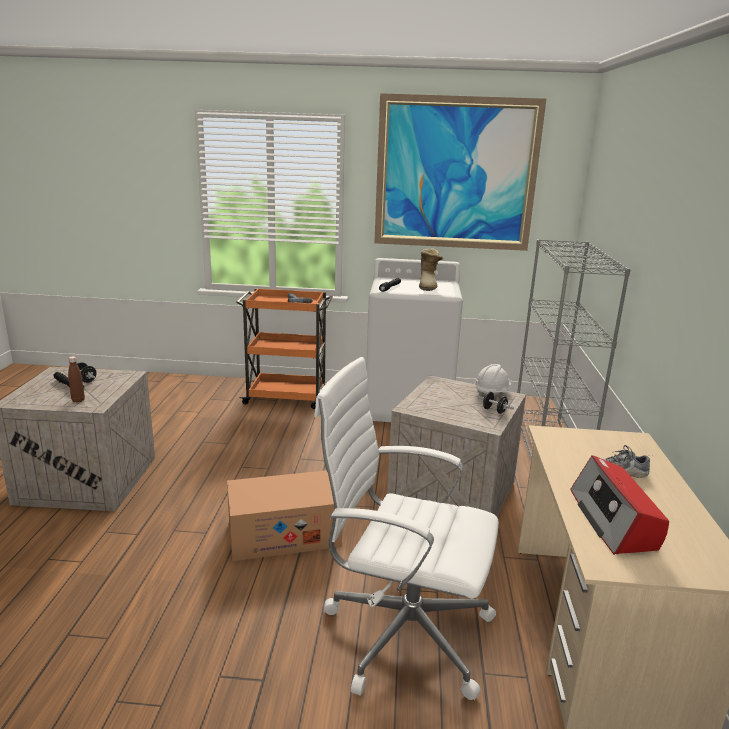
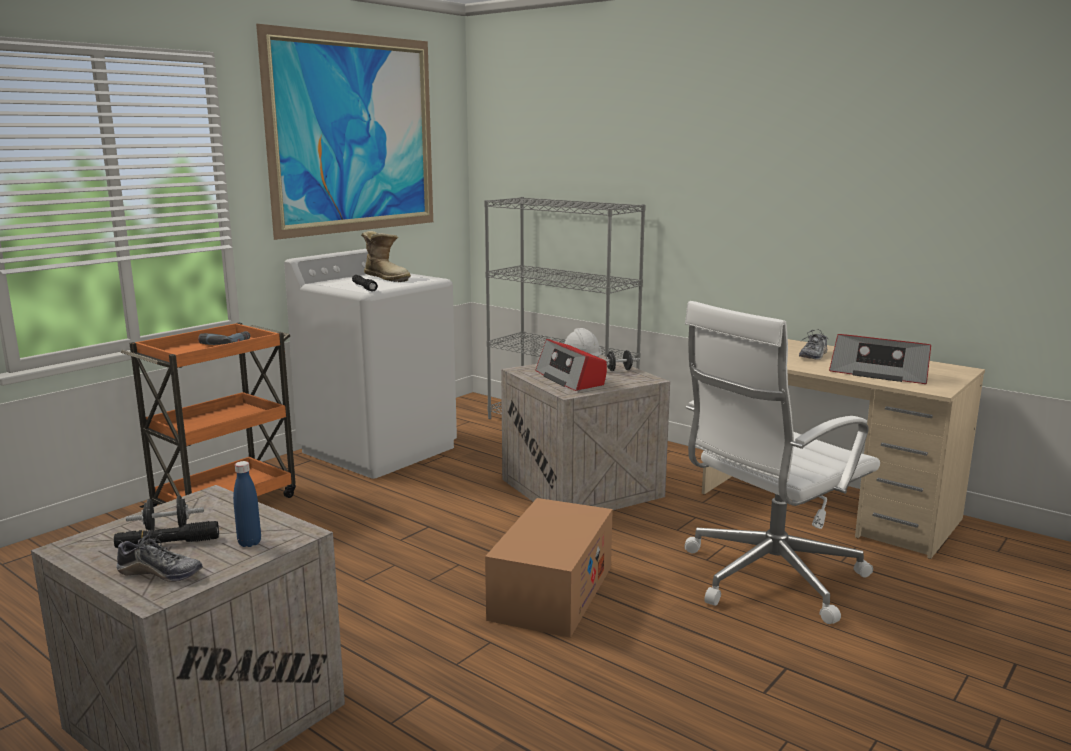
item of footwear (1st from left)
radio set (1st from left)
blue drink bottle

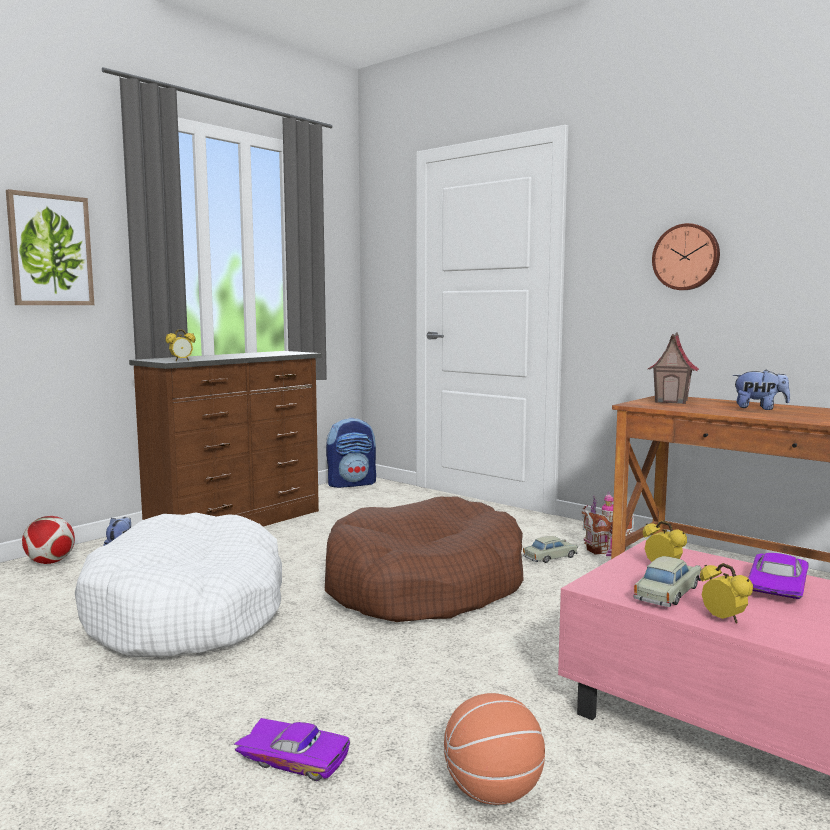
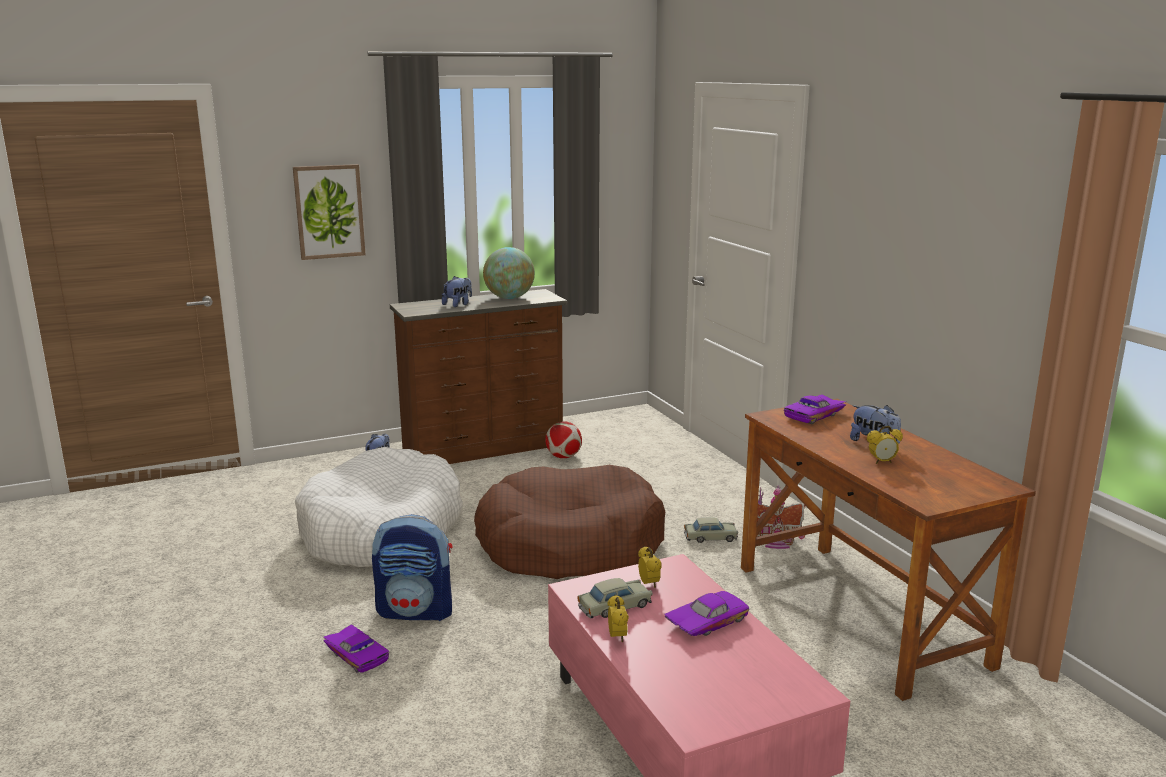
basketball ball
wall clock
cuddly toy (2nd from left)
globe
football
bedside clock (3rd from left)
backpack
purplish miniature car (3rd from left)

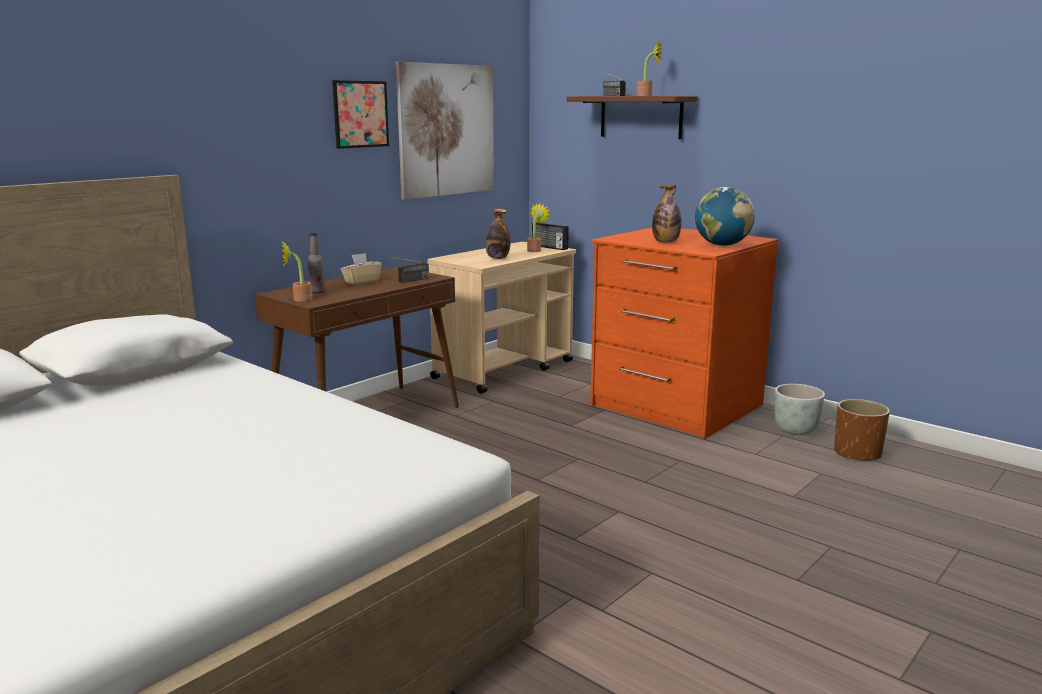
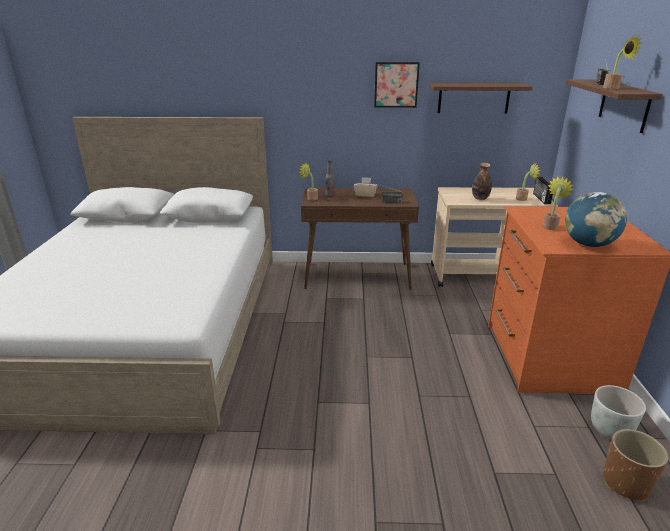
brown-coloured shelf (1st from left)
plant in a pot (3rd from left)

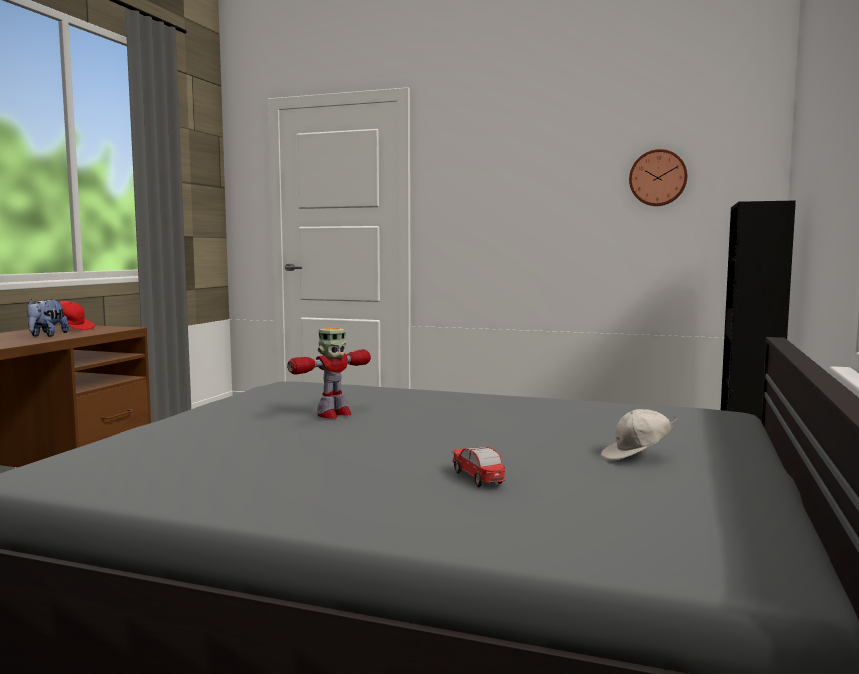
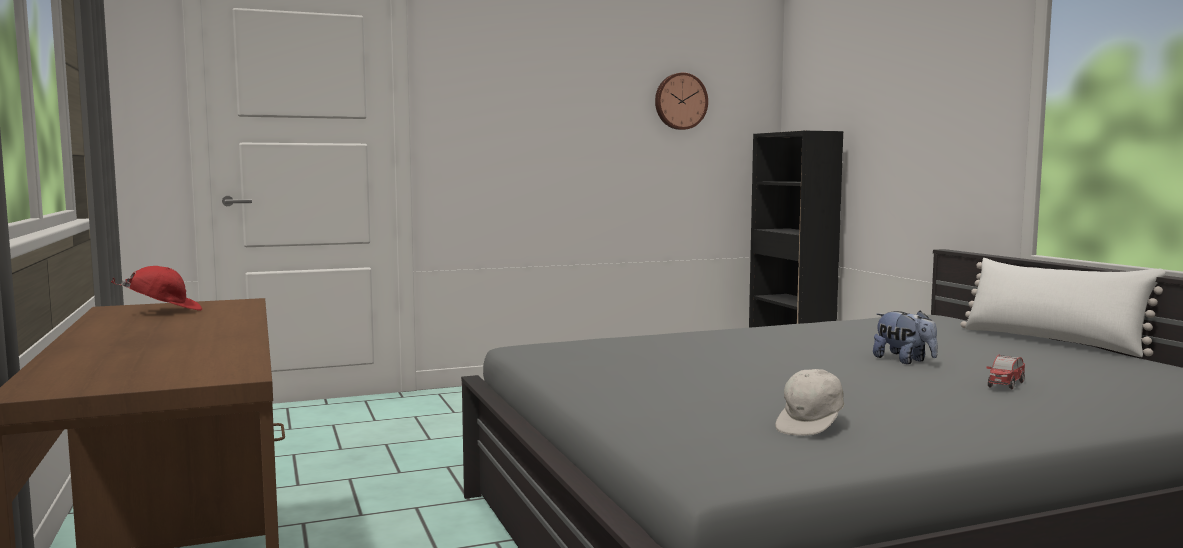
robot figure
whitish pillow
cuddly toy
whitish baseball cap
miniature car

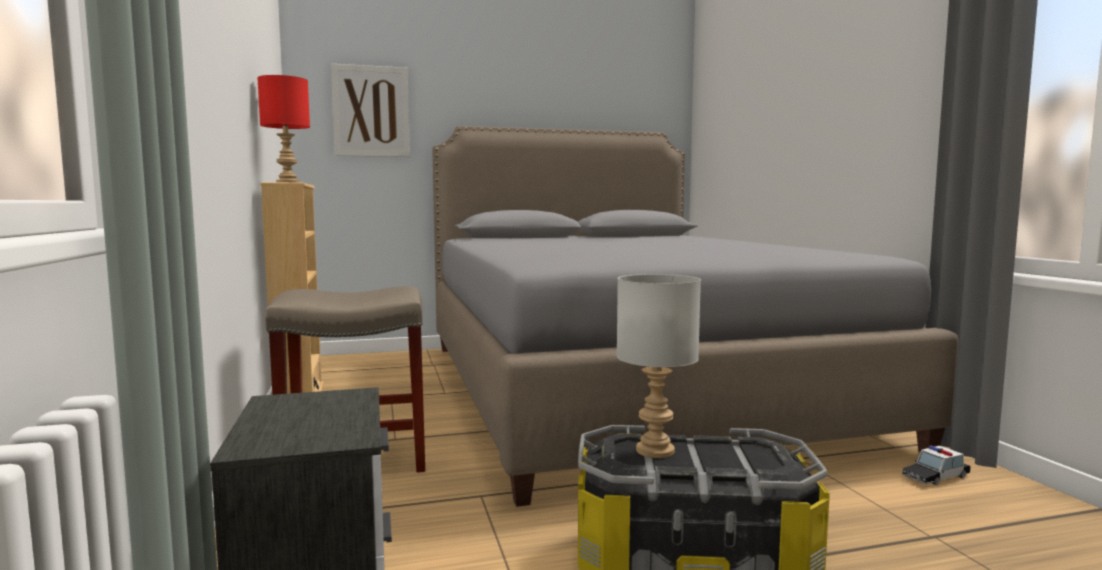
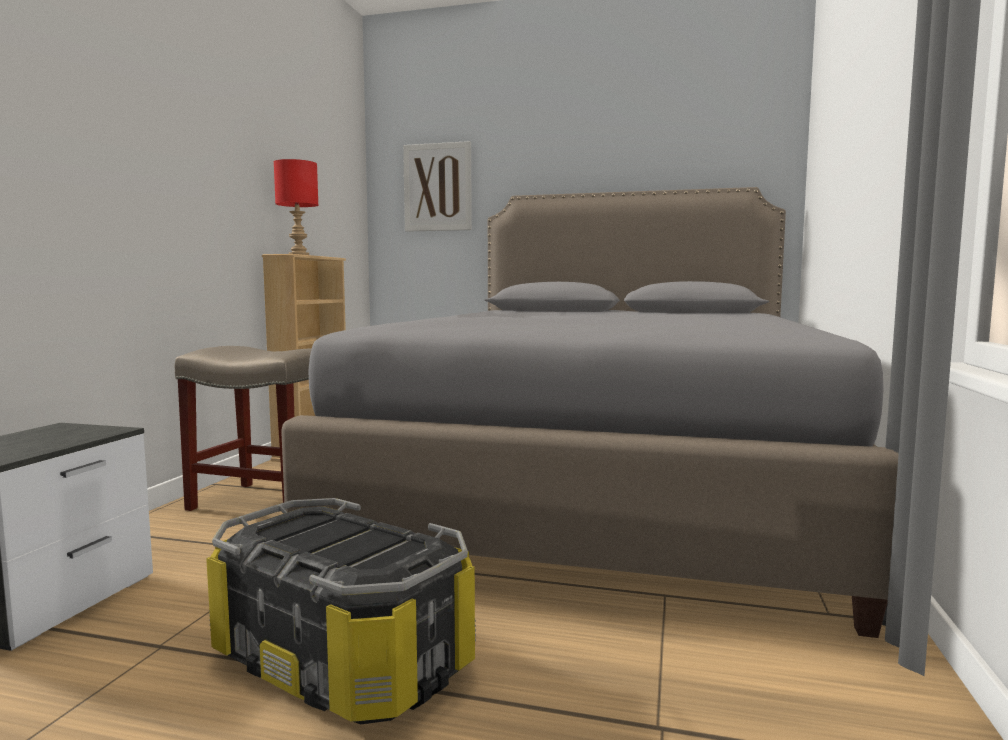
gray tabletop lamp
miniature car

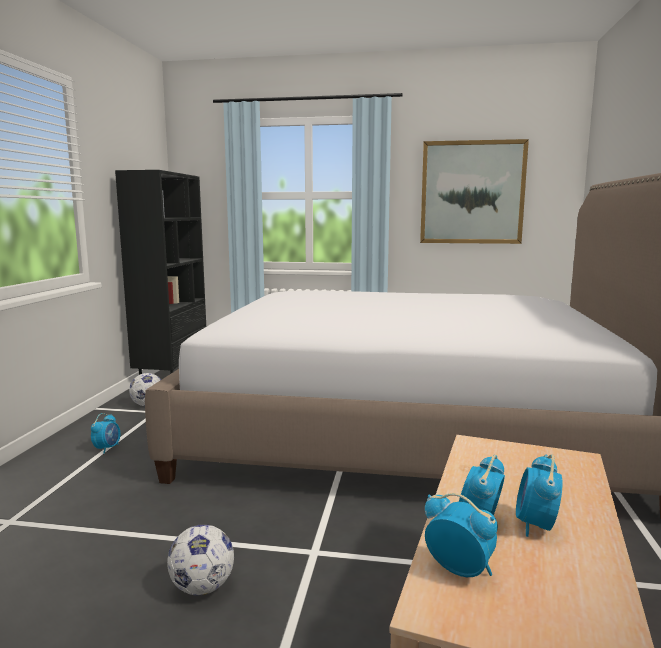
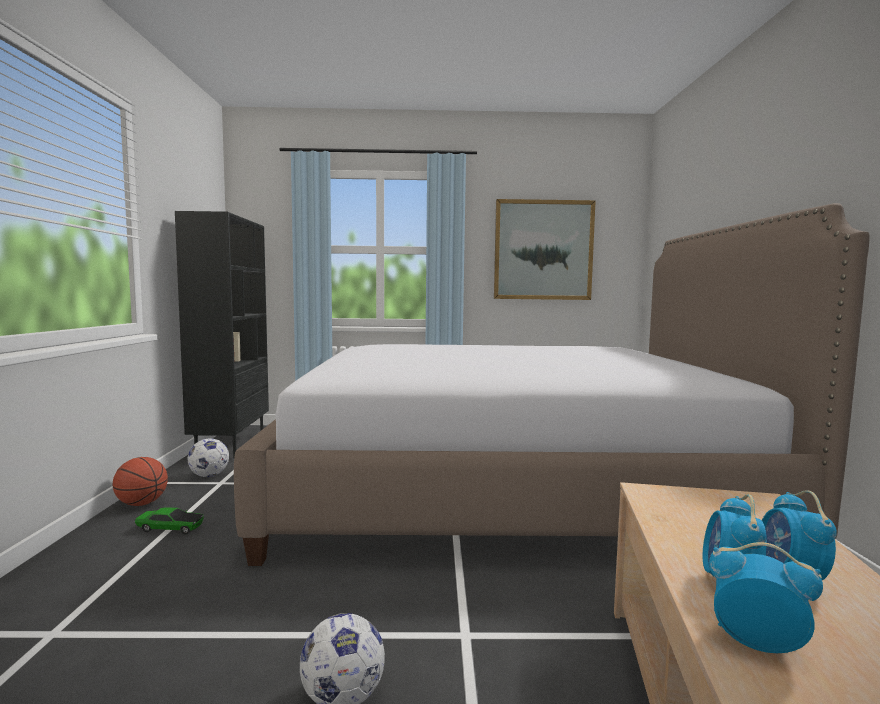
basketball ball
miniature car

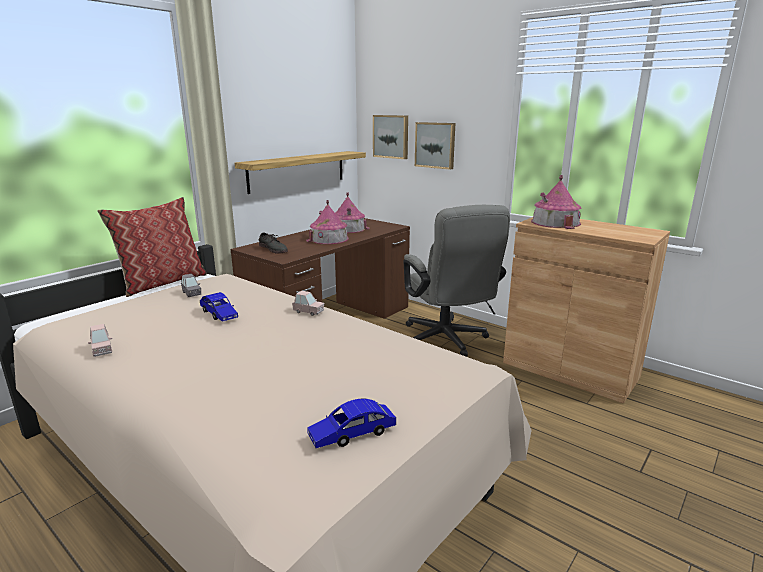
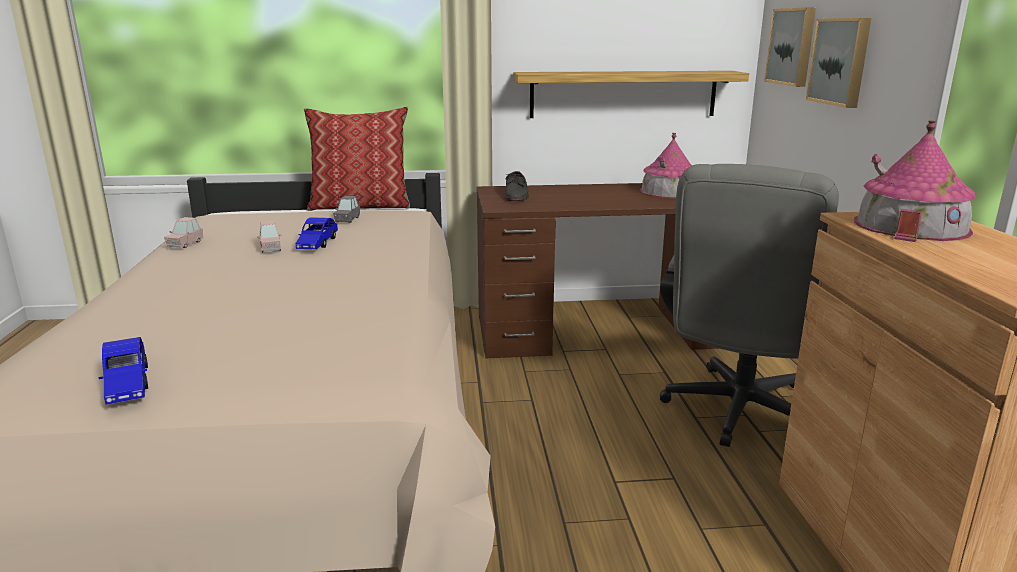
toy house (1st from left in the first image)
pinkish miniature car (2nd from left)
blue miniature car (1st from left)

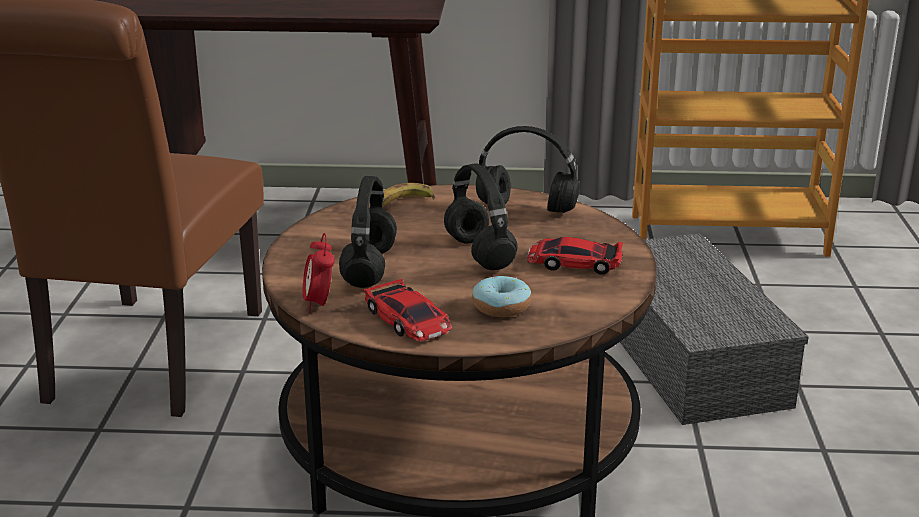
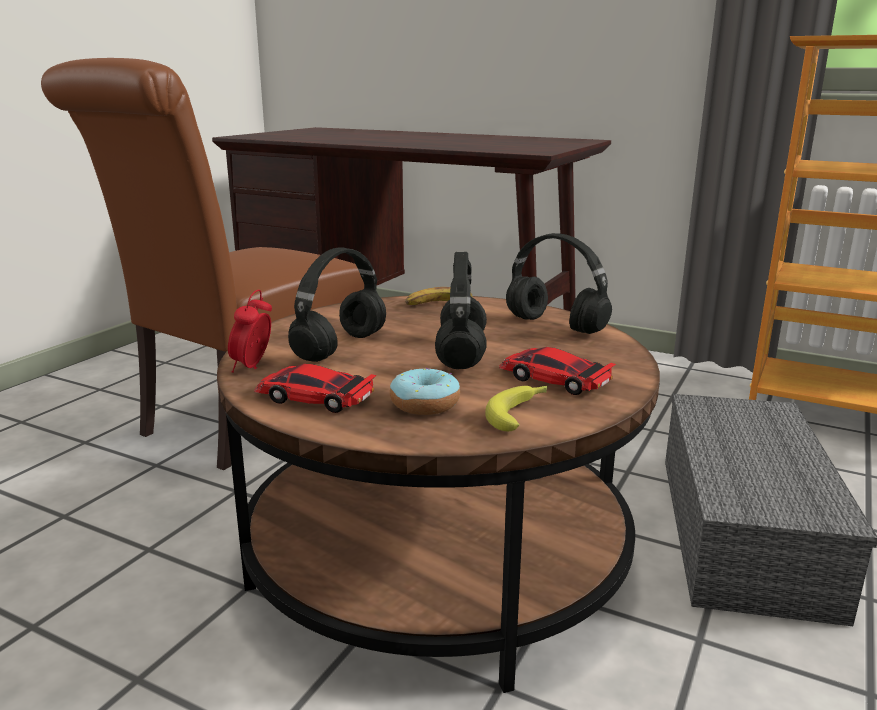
banana fruit (2nd from left)
miniature car (1st from left)

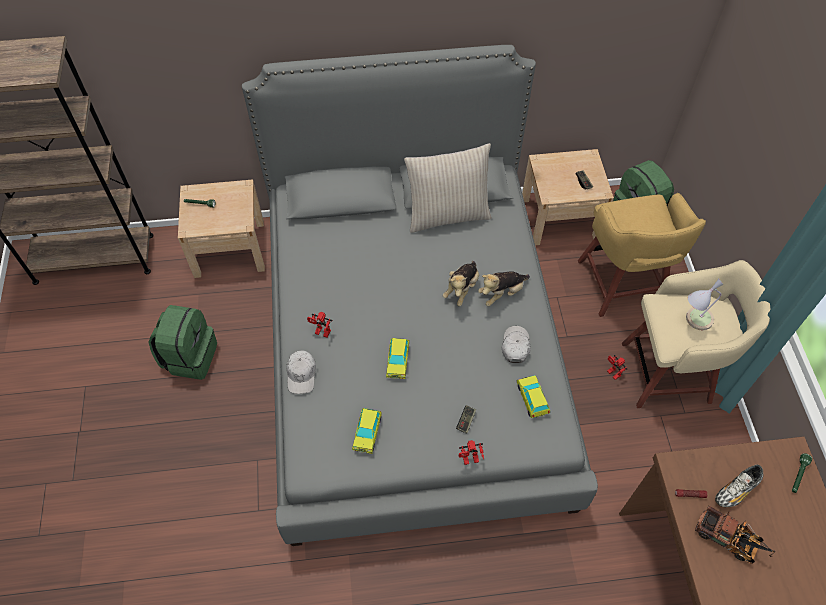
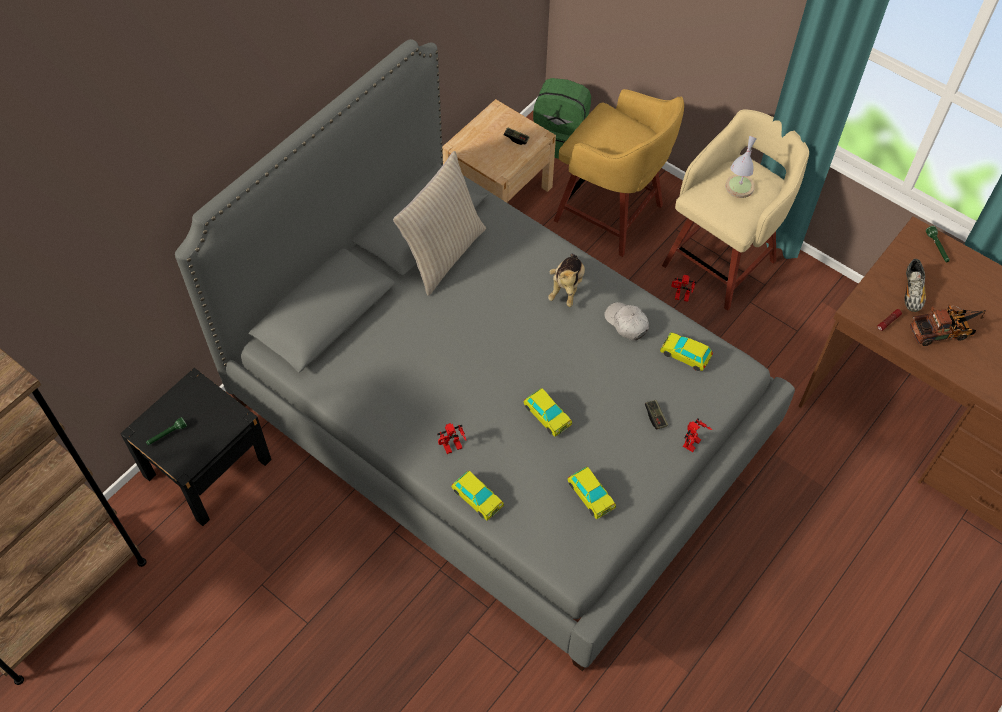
green-coloured backpack (1st from left in the first image)
cuddly toy (1st from left in the first image)
miniature car (1st from left)
black-coloured bedside table

